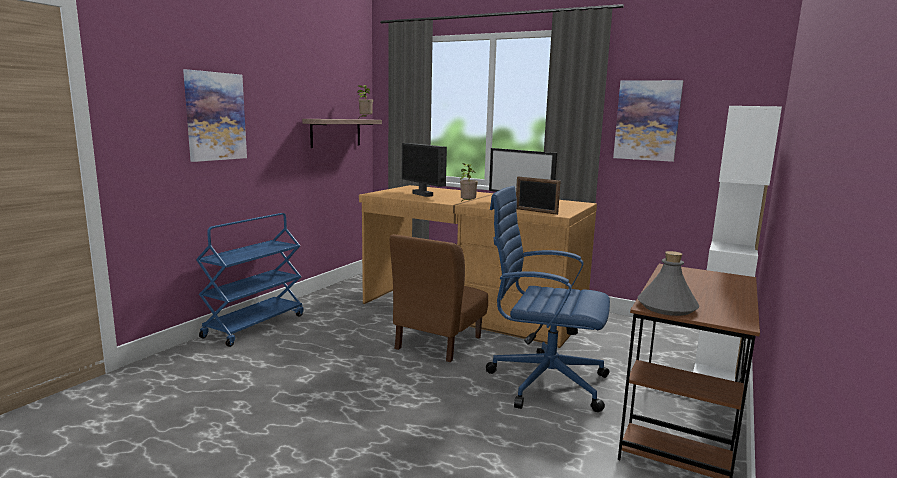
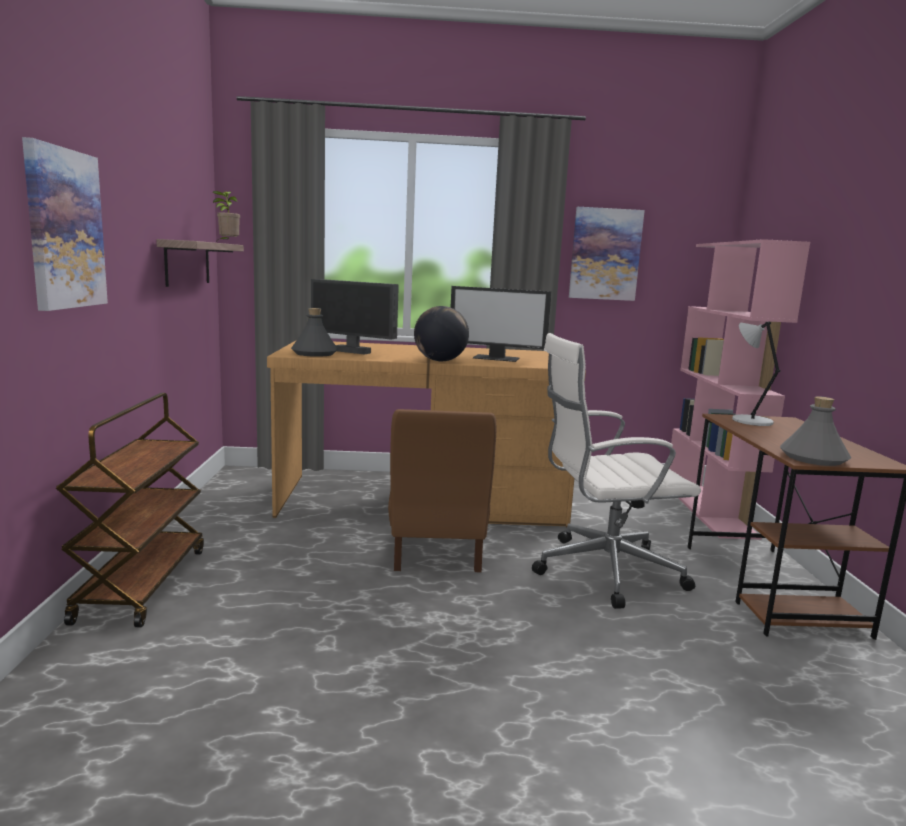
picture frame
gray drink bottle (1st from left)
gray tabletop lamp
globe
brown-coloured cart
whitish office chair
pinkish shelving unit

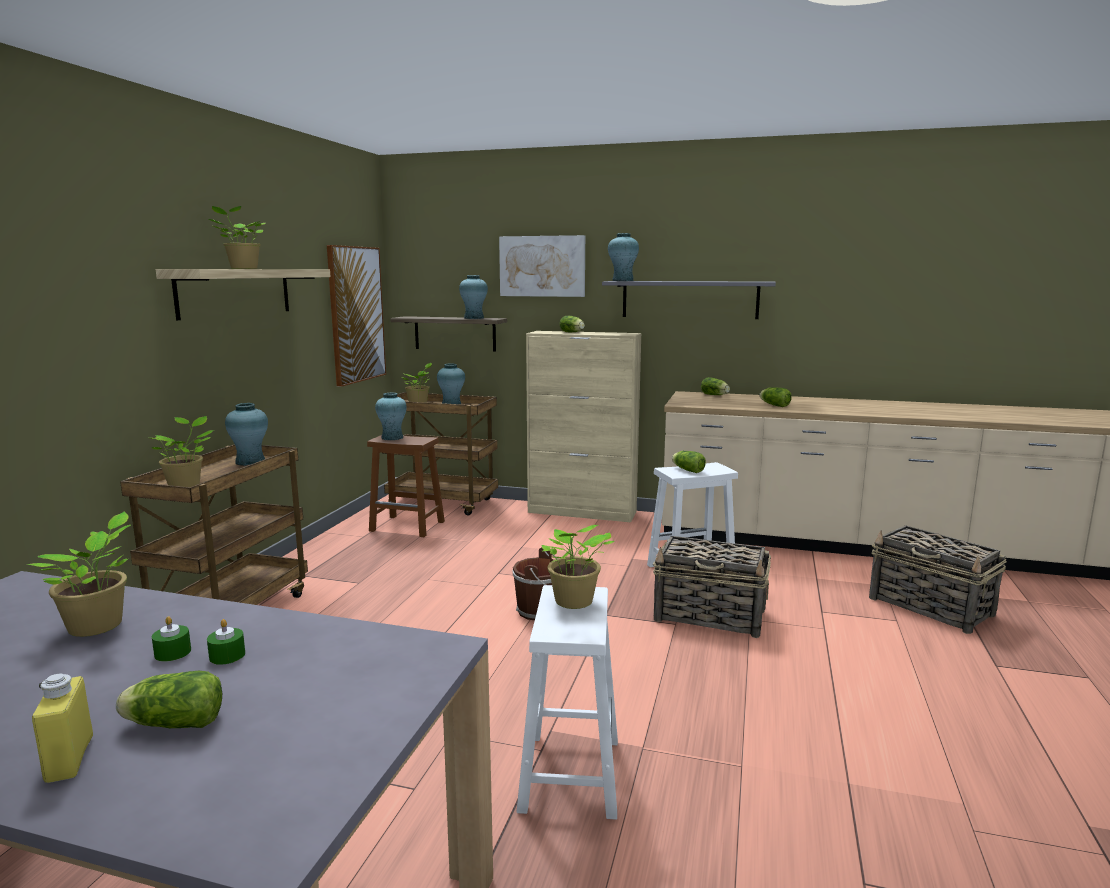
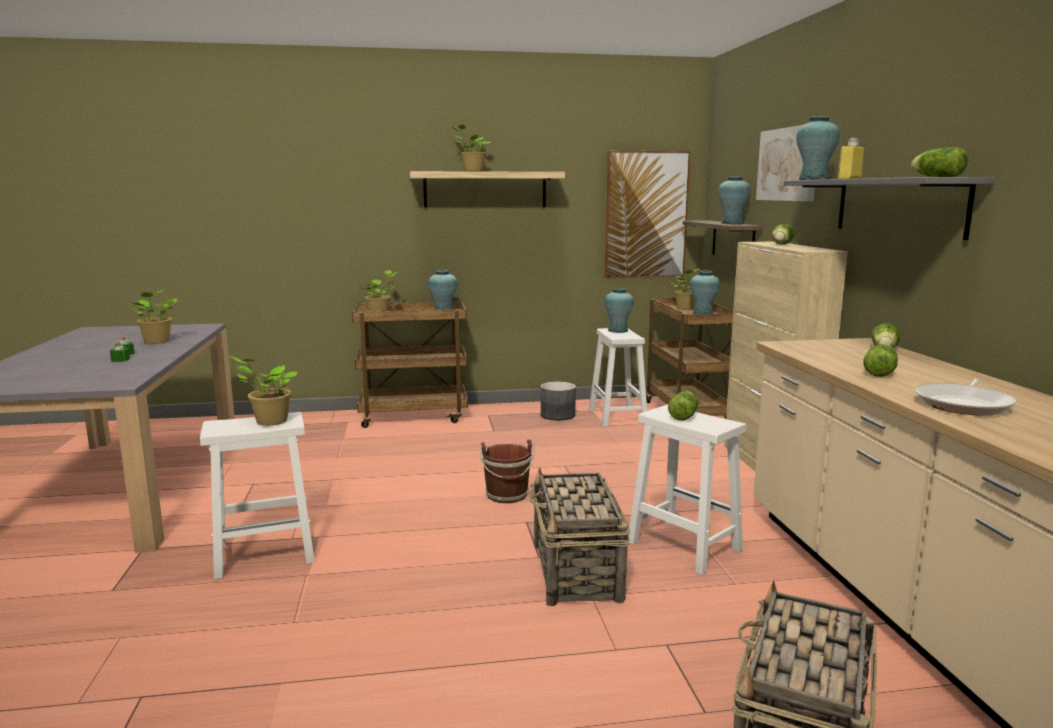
gray planter
frying pan
yellowish drink bottle
lettuce head (5th from left)
whitish stool (2nd from left)

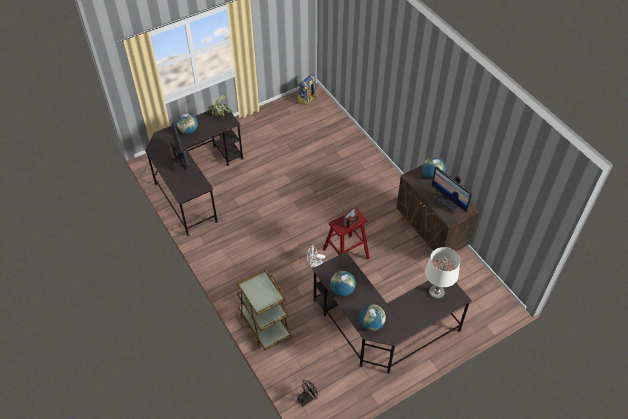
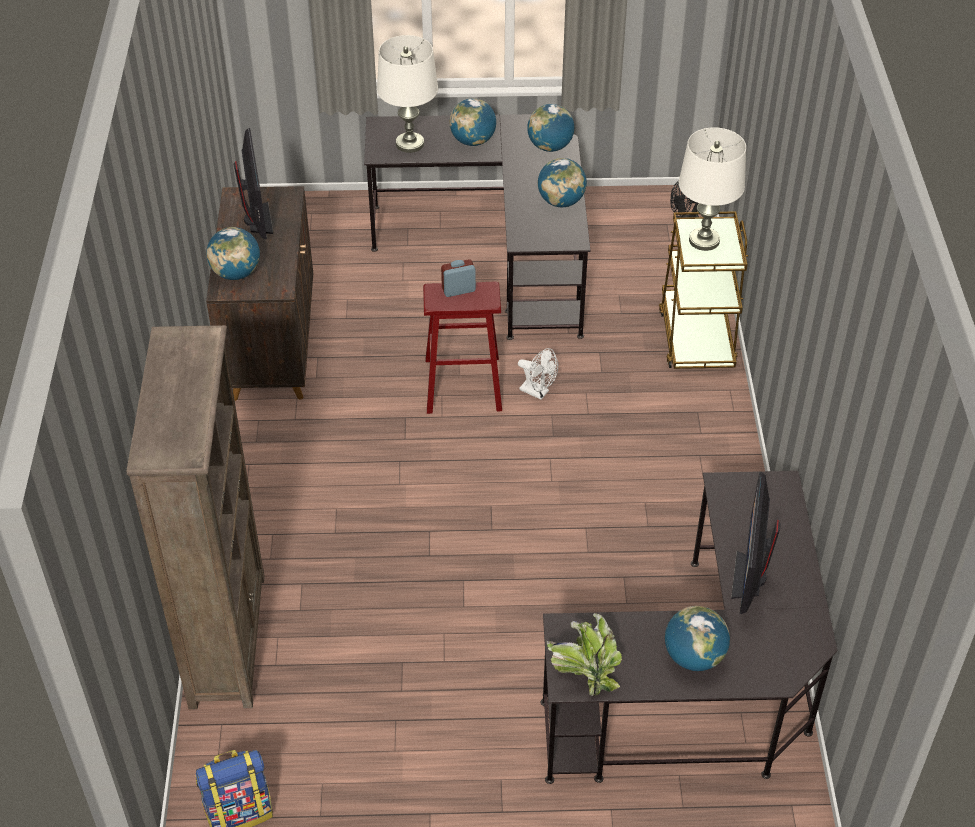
brown-coloured shelving unit
globe (2nd from left)
whitish tabletop lamp (2nd from left)

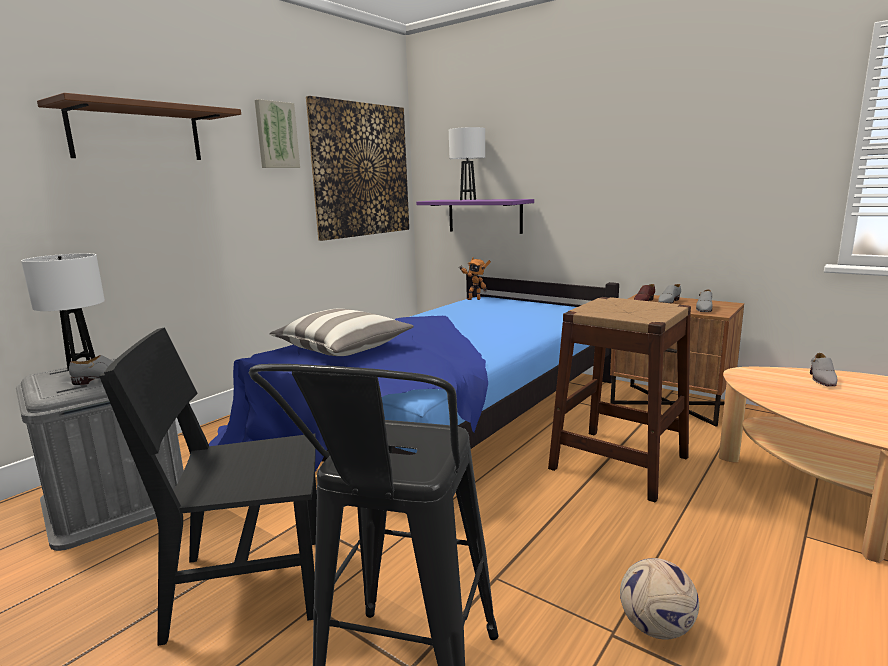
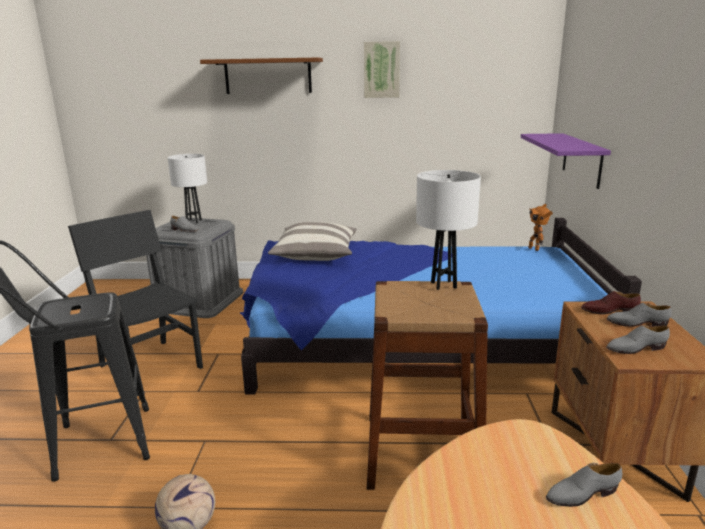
wall picture (2nd from left in the first image)
whitish tabletop lamp (2nd from left)

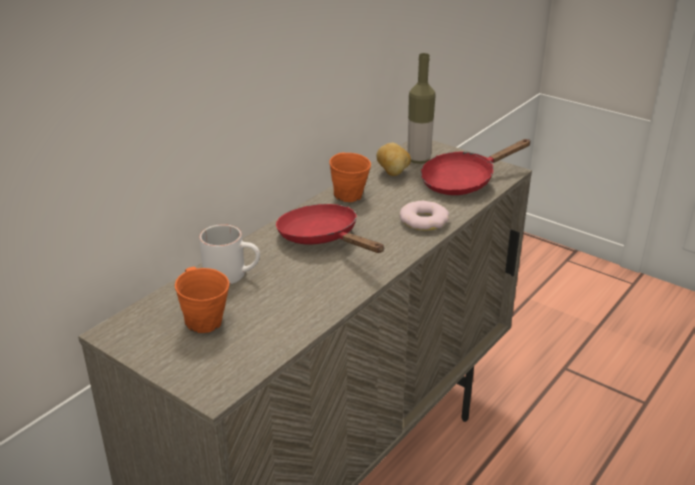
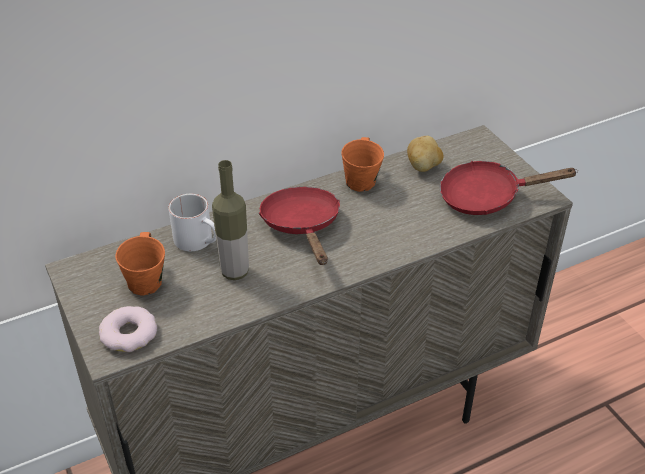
donut
drink bottle

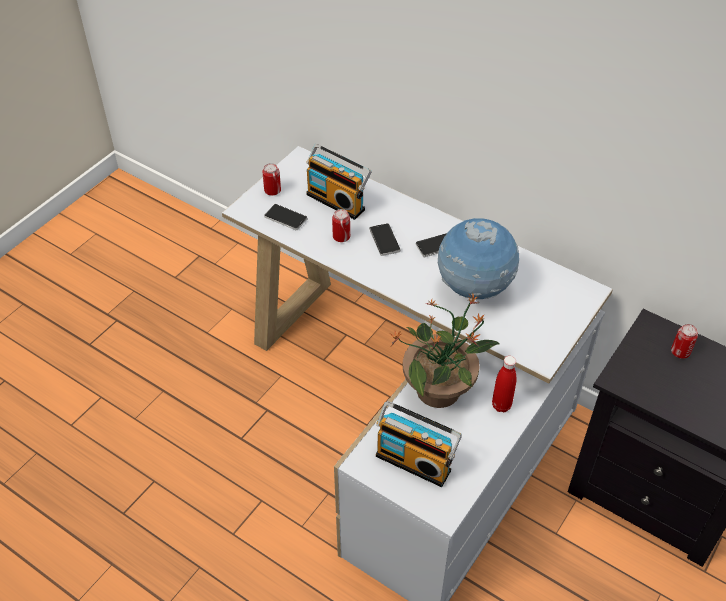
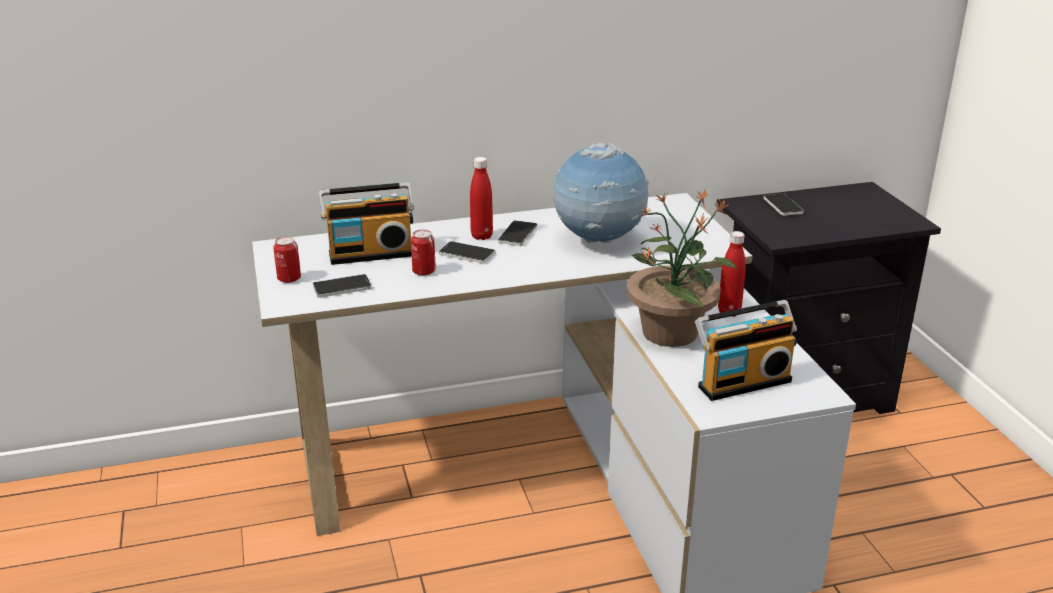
red drink bottle (1st from left)
telephone (4th from left)

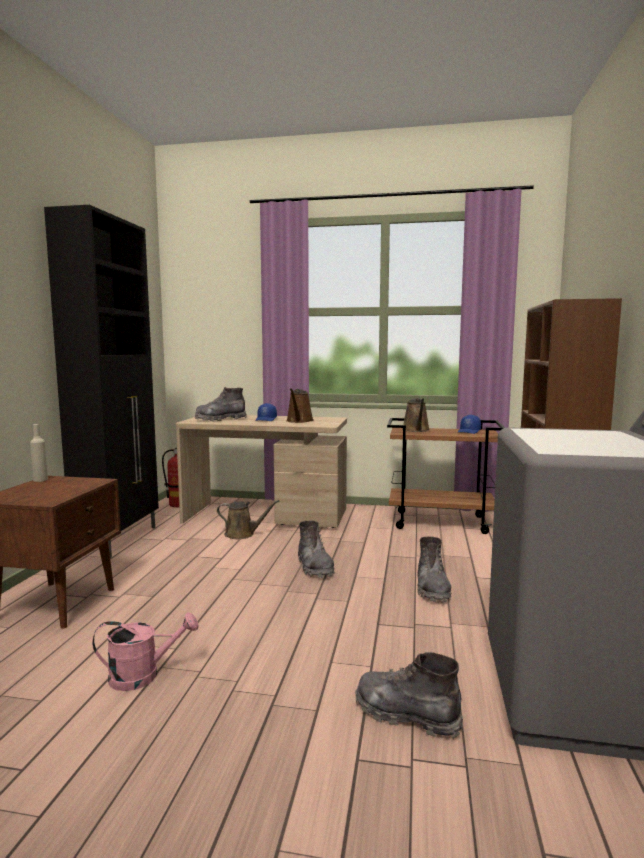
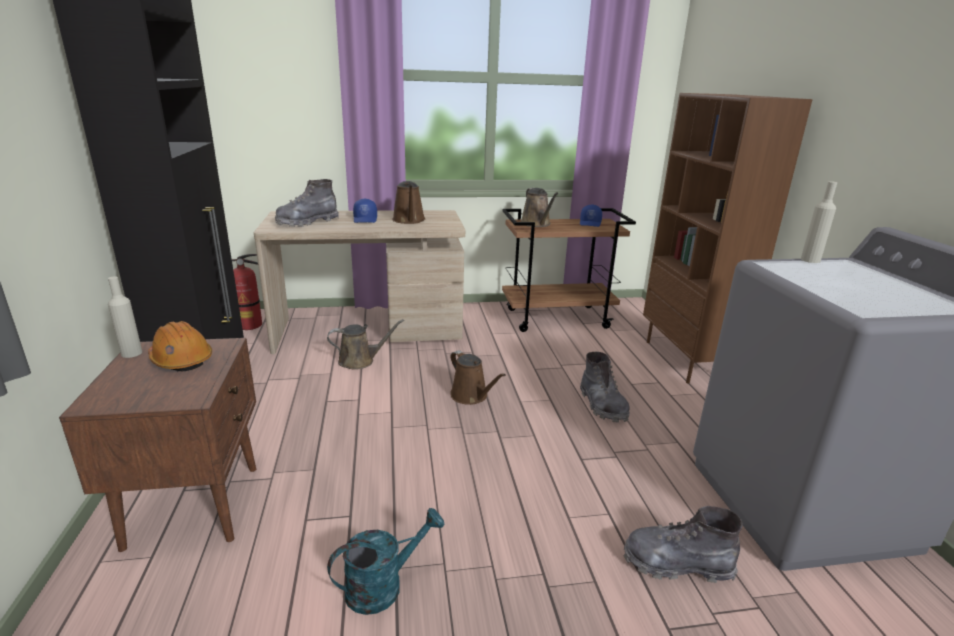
orange safety helmet
sand-coloured drink bottle (2nd from left)
brown-coloured sprinkling can (3rd from left)
turquoise sprinkling can

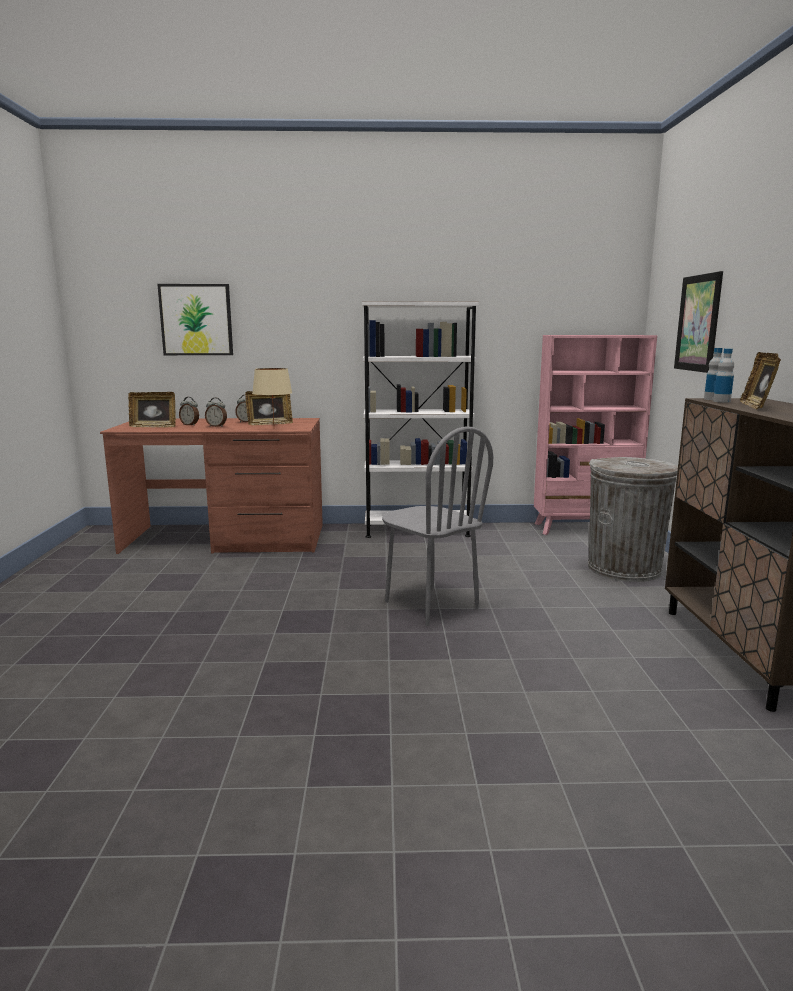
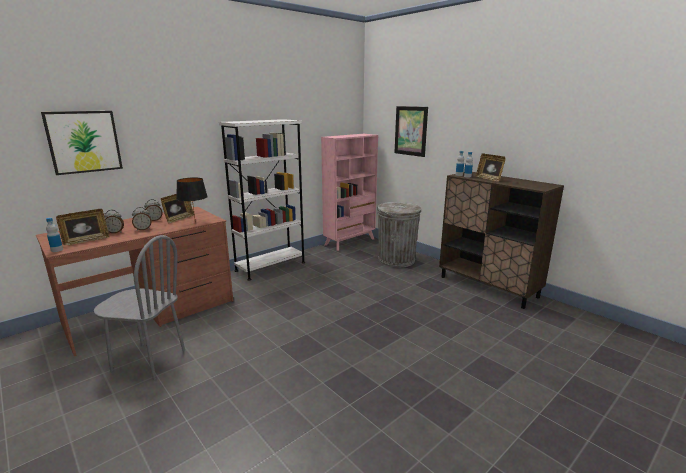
drink bottle (1st from left)
gray chair
black-coloured tabletop lamp

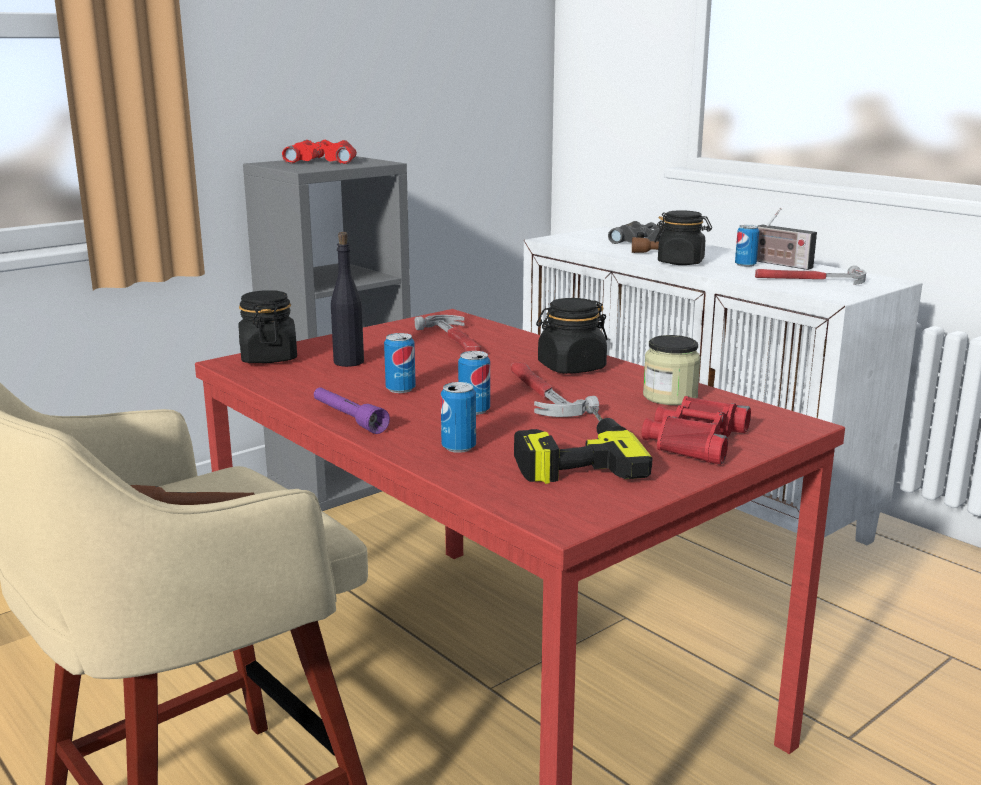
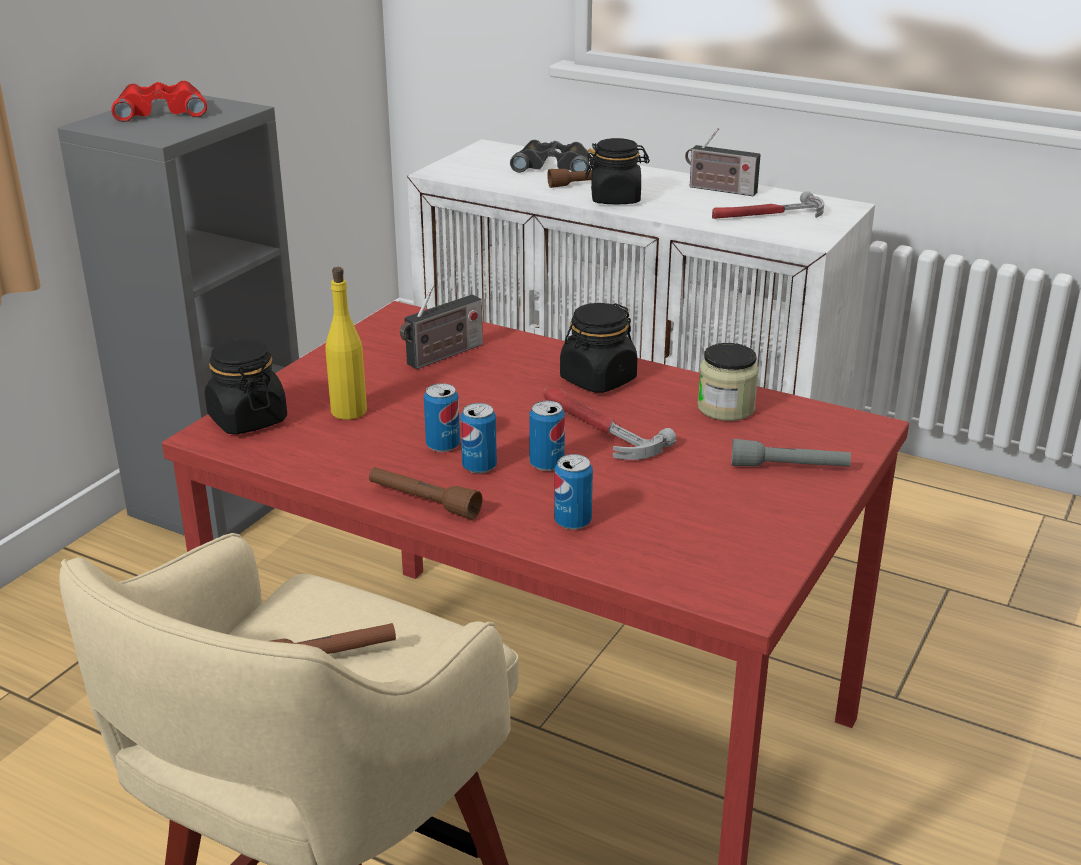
drill
can (2nd from left)
radio set (1st from left)
gray flashlight
brown-coloured flashlight (2nd from left)
yellowish drink bottle

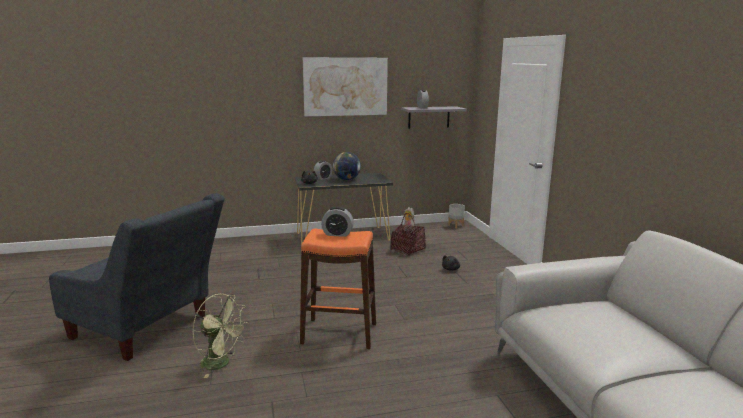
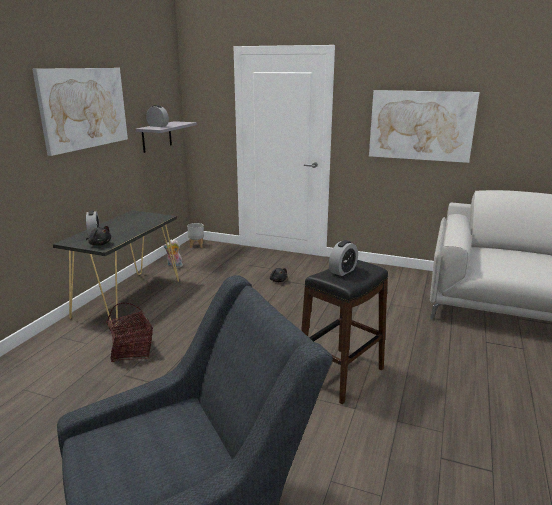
green-coloured cooling fan
globe
wall picture (2nd from left)
basket
black-coloured stool

